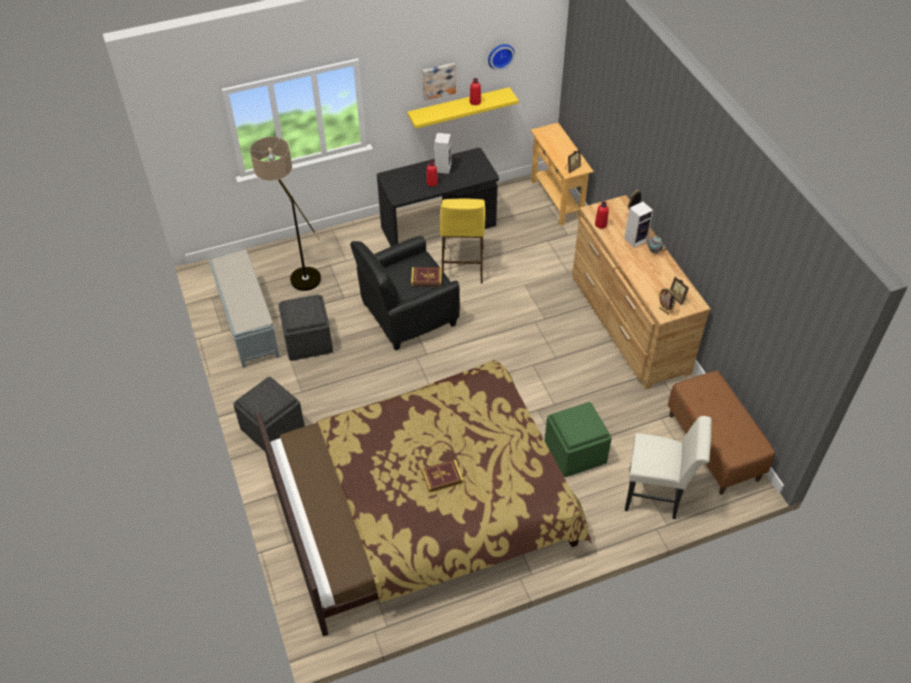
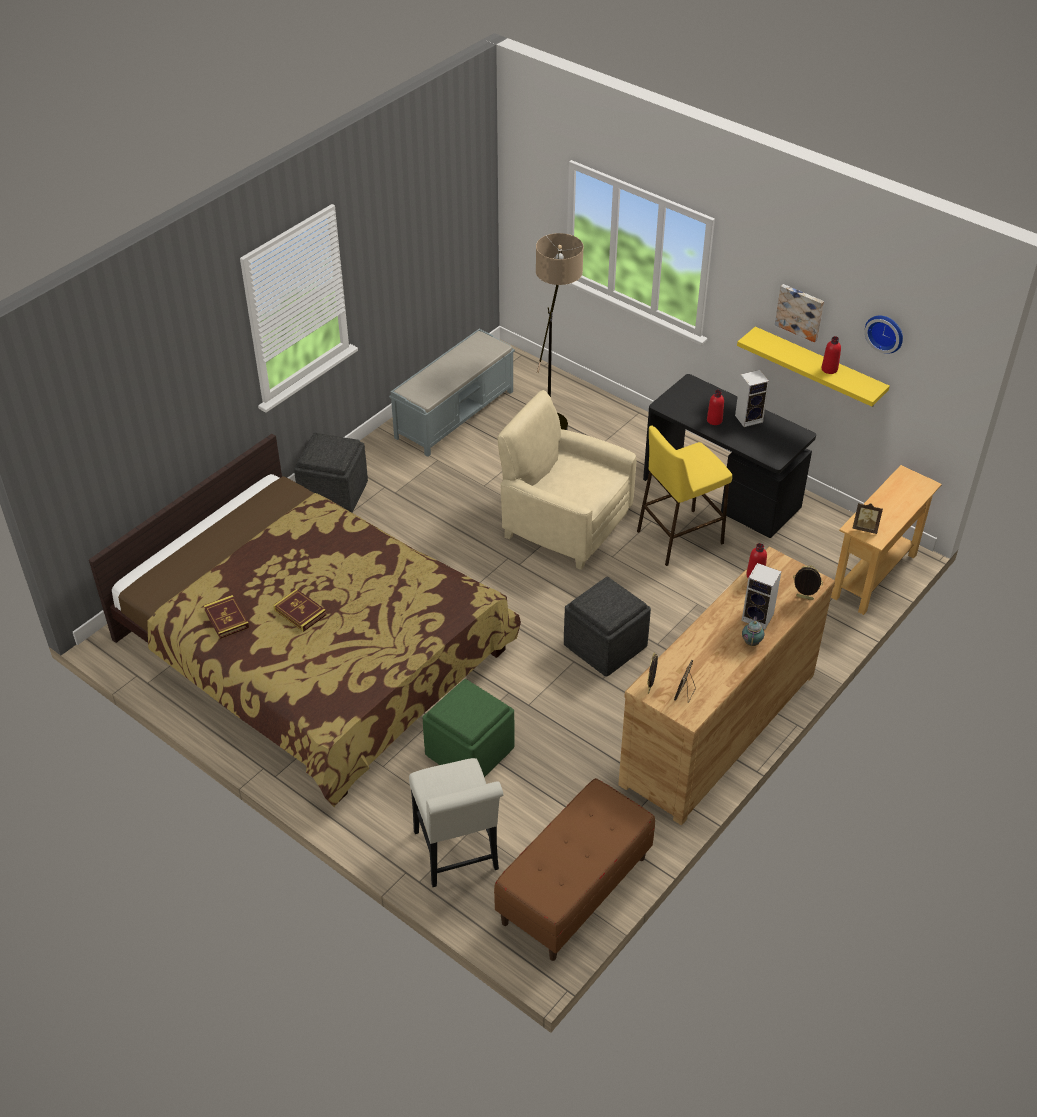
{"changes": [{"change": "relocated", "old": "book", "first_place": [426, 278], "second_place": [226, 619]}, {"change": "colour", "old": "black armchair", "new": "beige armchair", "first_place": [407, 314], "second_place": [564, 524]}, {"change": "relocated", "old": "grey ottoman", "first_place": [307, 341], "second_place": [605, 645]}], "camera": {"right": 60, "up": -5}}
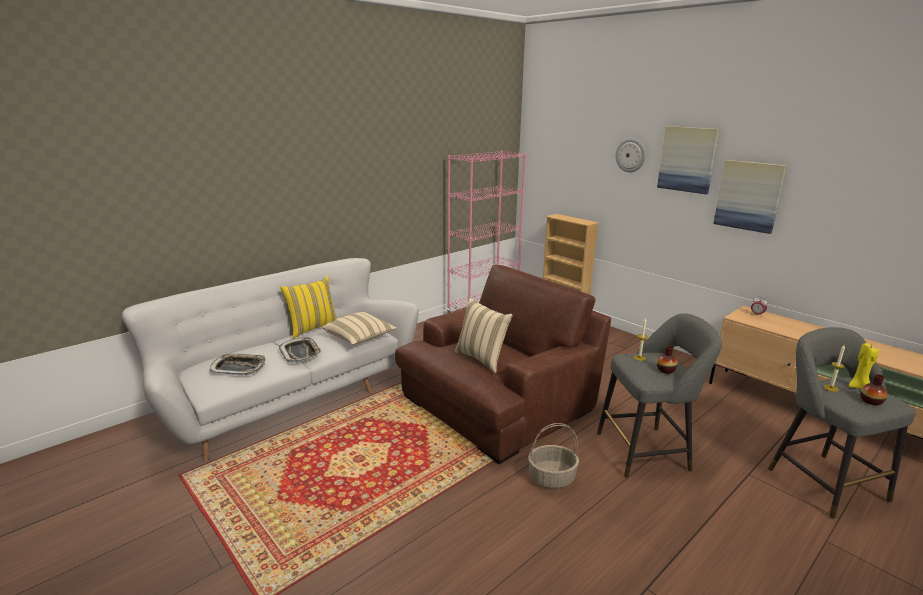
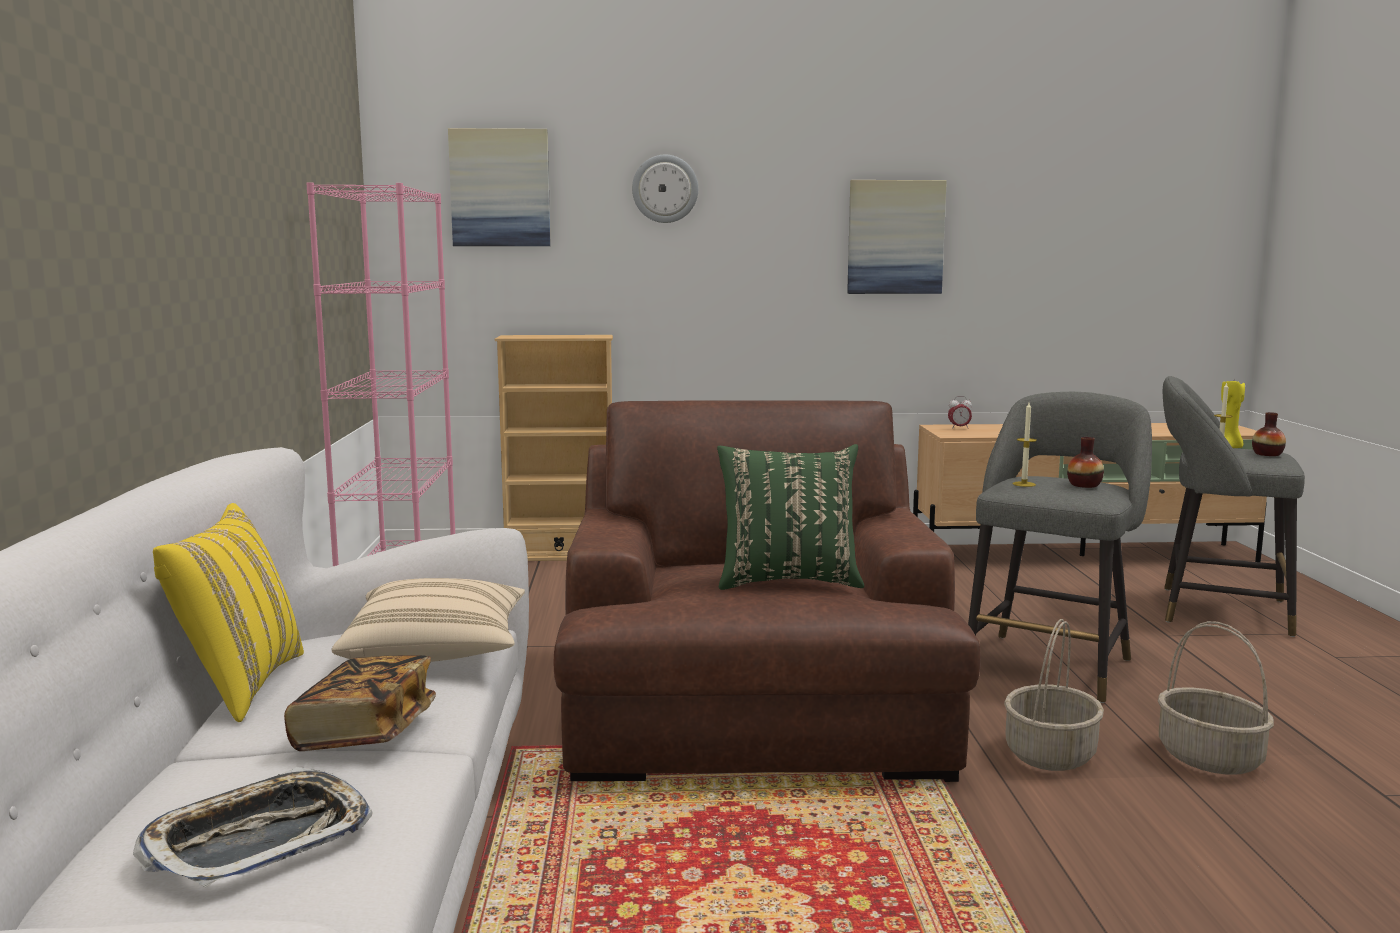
{"changes": [{"change": "exchanged", "old": "tray", "new": "book", "first_place": [300, 353], "second_place": [365, 732]}, {"change": "relocated", "old": "picture", "first_place": [687, 159], "second_place": [500, 188]}, {"change": "colour", "old": "beige pillow", "new": "green pillow", "first_place": [482, 358], "second_place": [788, 581]}, {"change": "appeared", "new": "basket", "second_place": [1211, 758]}], "camera": {"right": -50, "up": -10}}
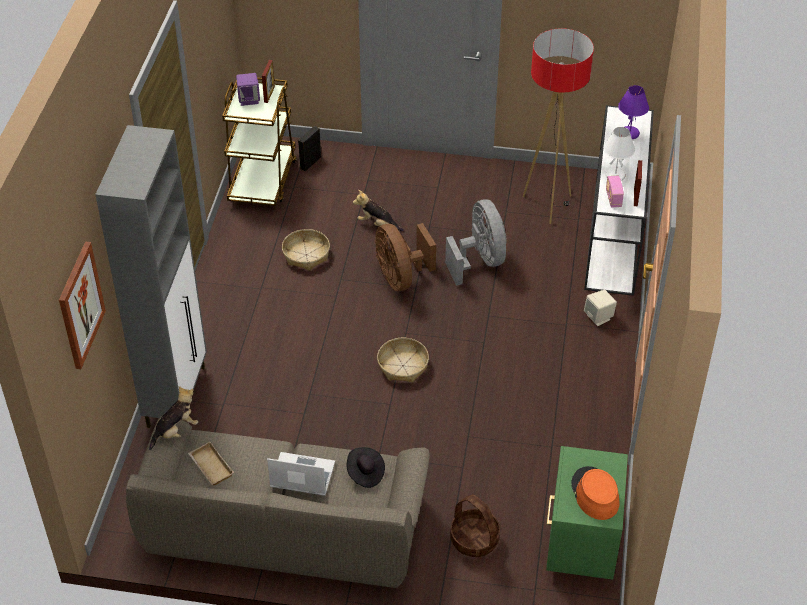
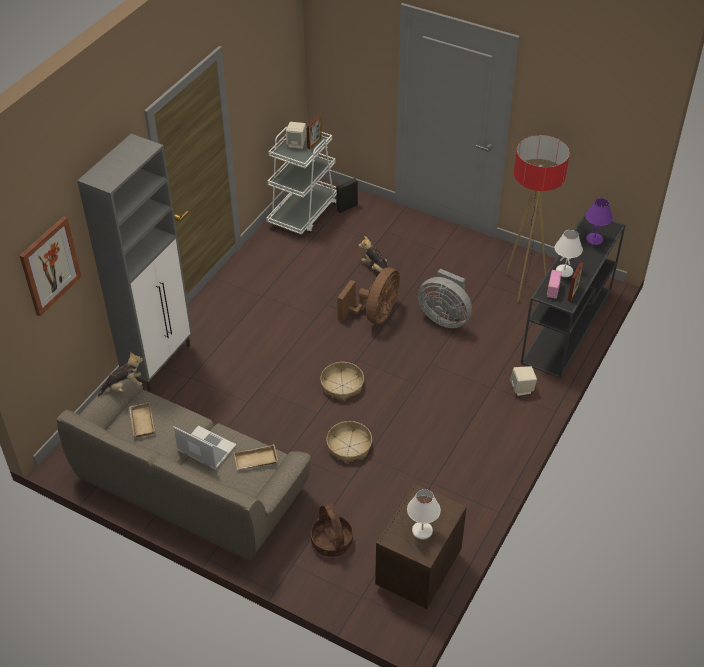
{"changes": [{"change": "exchanged", "old": "black hat", "new": "beige tray", "first_place": [365, 473], "second_place": [255, 461]}, {"change": "colour", "old": "brown cart", "new": "white cart", "first_place": [262, 180], "second_place": [303, 212]}, {"change": "colour", "old": "purple speaker", "new": "beige speaker", "first_place": [249, 99], "second_place": [296, 144]}, {"change": "relocated", "old": "basket", "first_place": [306, 255], "second_place": [349, 446]}, {"change": "spun", "old": "brown fan", "first_place": [401, 277], "second_place": [374, 315], "degrees": -150}, {"change": "colour", "old": "green nightstand", "new": "brown nightstand", "first_place": [580, 544], "second_place": [416, 571]}, {"change": "exchanged", "old": "orange hat", "new": "white table lamp", "first_place": [594, 494], "second_place": [421, 531]}, {"change": "spun", "old": "grey fan", "first_place": [479, 261], "second_place": [444, 317], "degrees": 120}, {"change": "colour", "old": "white console table", "new": "black console table", "first_place": [614, 237], "second_place": [567, 326]}], "camera": {"right": 20, "up": 0}}
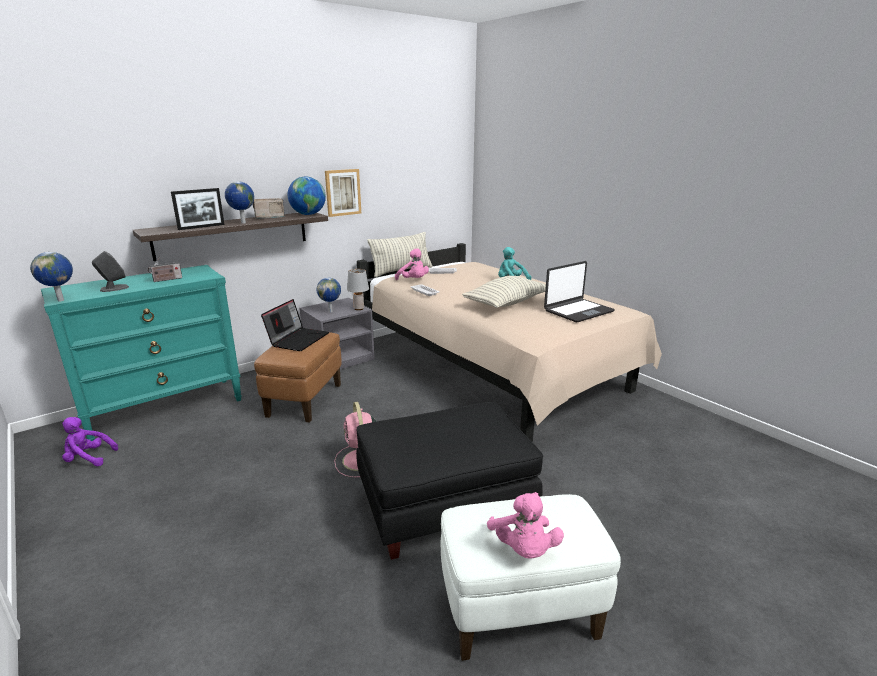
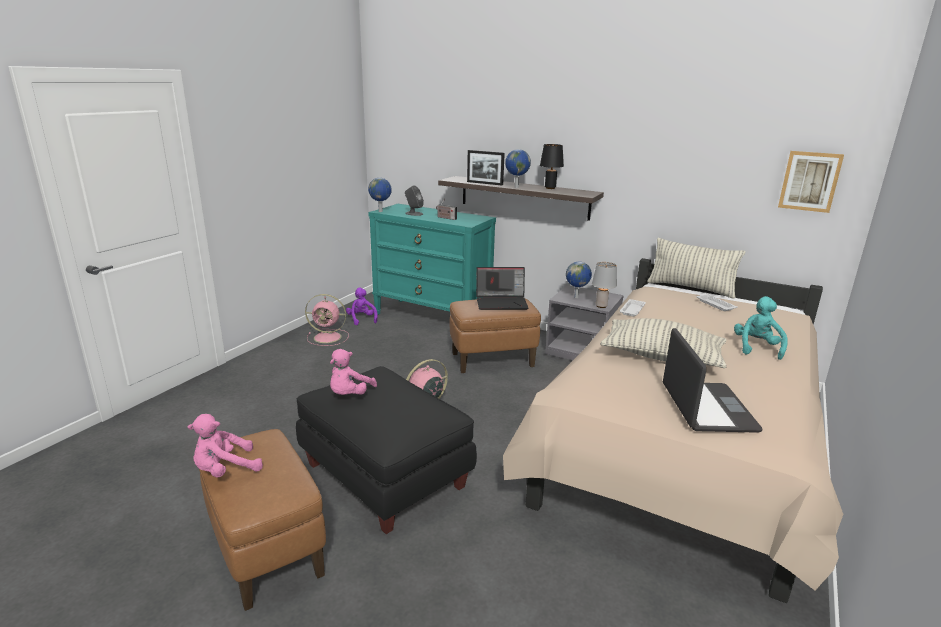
{"changes": [{"change": "colour", "old": "white ottoman", "new": "brown ottoman", "first_place": [519, 613], "second_place": [266, 550]}, {"change": "appeared", "new": "pink fan", "second_place": [329, 337]}, {"change": "relocated", "old": "pink plush toy", "first_place": [413, 281], "second_place": [349, 395]}, {"change": "exchanged", "old": "radio", "new": "black table lamp", "first_place": [269, 217], "second_place": [550, 188]}, {"change": "spun", "old": "laptop", "first_place": [578, 311], "second_place": [706, 408], "degrees": -120}, {"change": "relocated", "old": "picture", "first_place": [342, 192], "second_place": [809, 181]}, {"change": "missing", "old": "globe", "first_place": [308, 214]}], "camera": {"right": 65, "up": 0}}
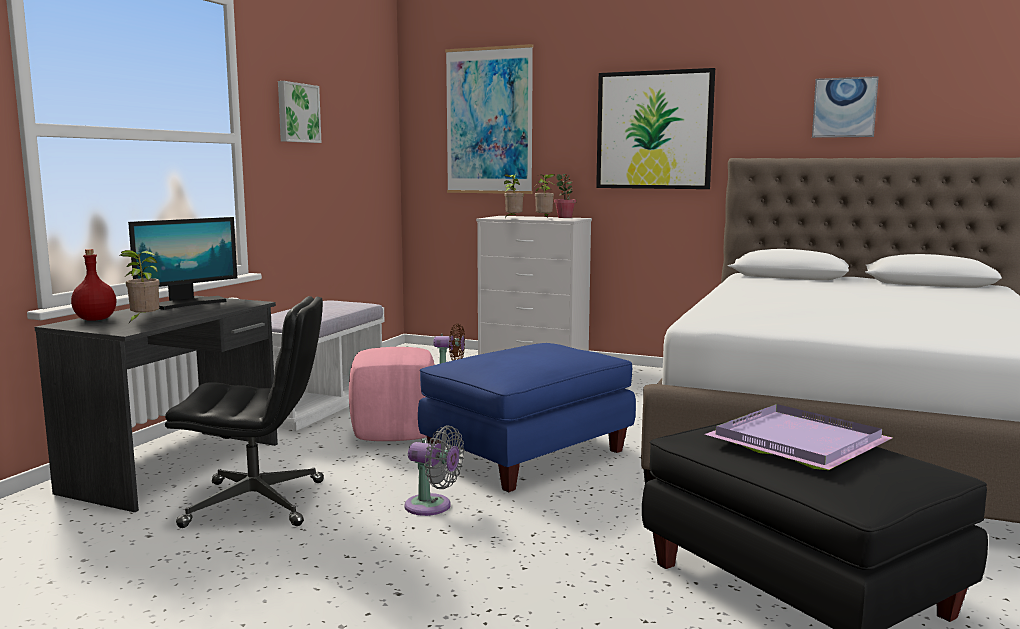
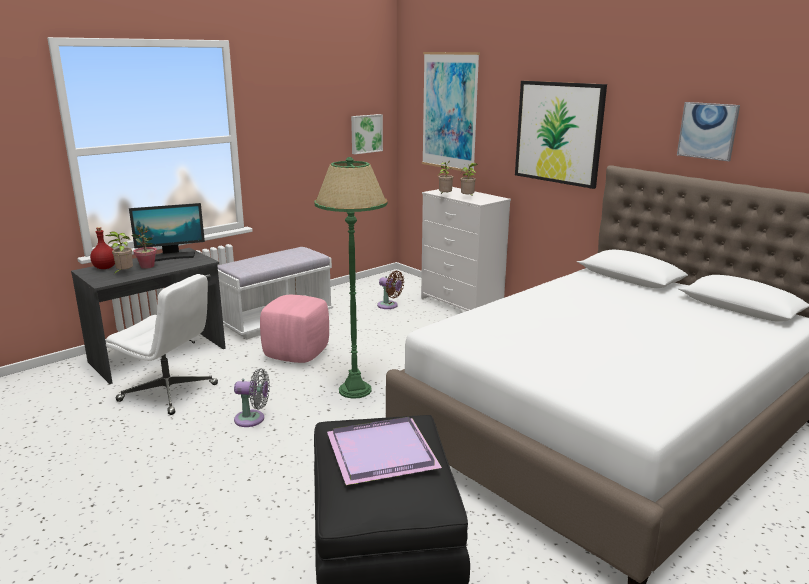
{"changes": [{"change": "colour", "old": "black office chair", "new": "white office chair", "first_place": [257, 503], "second_place": [169, 393]}, {"change": "relocated", "old": "potted plant", "first_place": [564, 217], "second_place": [147, 266]}, {"change": "spun", "old": "grey fan", "first_place": [432, 507], "second_place": [253, 419], "degrees": -45}, {"change": "exchanged", "old": "blue ottoman", "new": "green floor lamp", "first_place": [528, 455], "second_place": [355, 390]}, {"change": "relocated", "old": "picture", "first_place": [297, 113], "second_place": [366, 133]}], "camera": {"right": 25, "up": 10}}
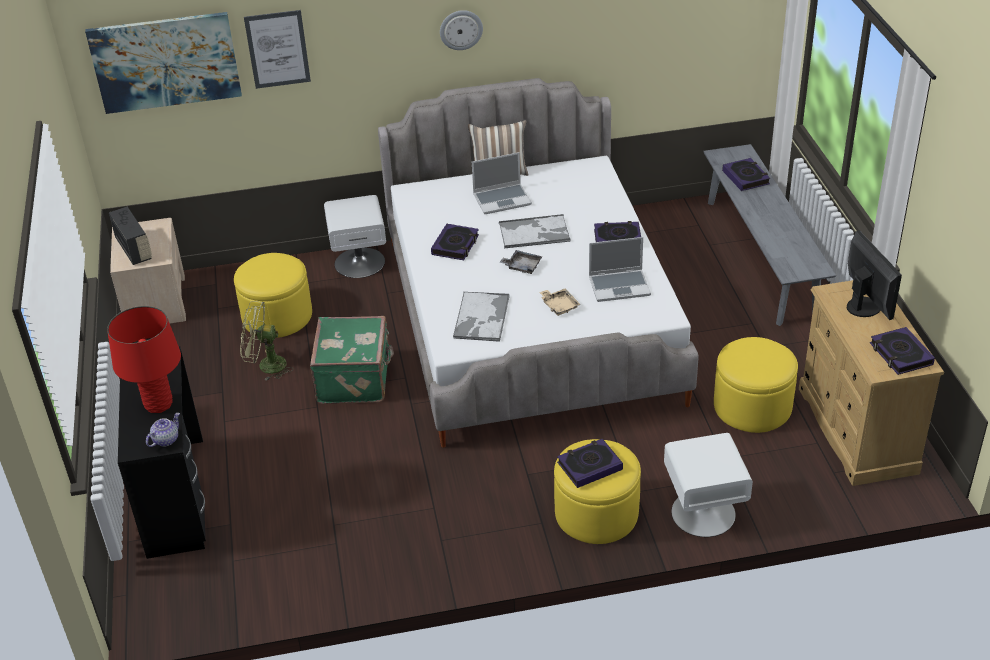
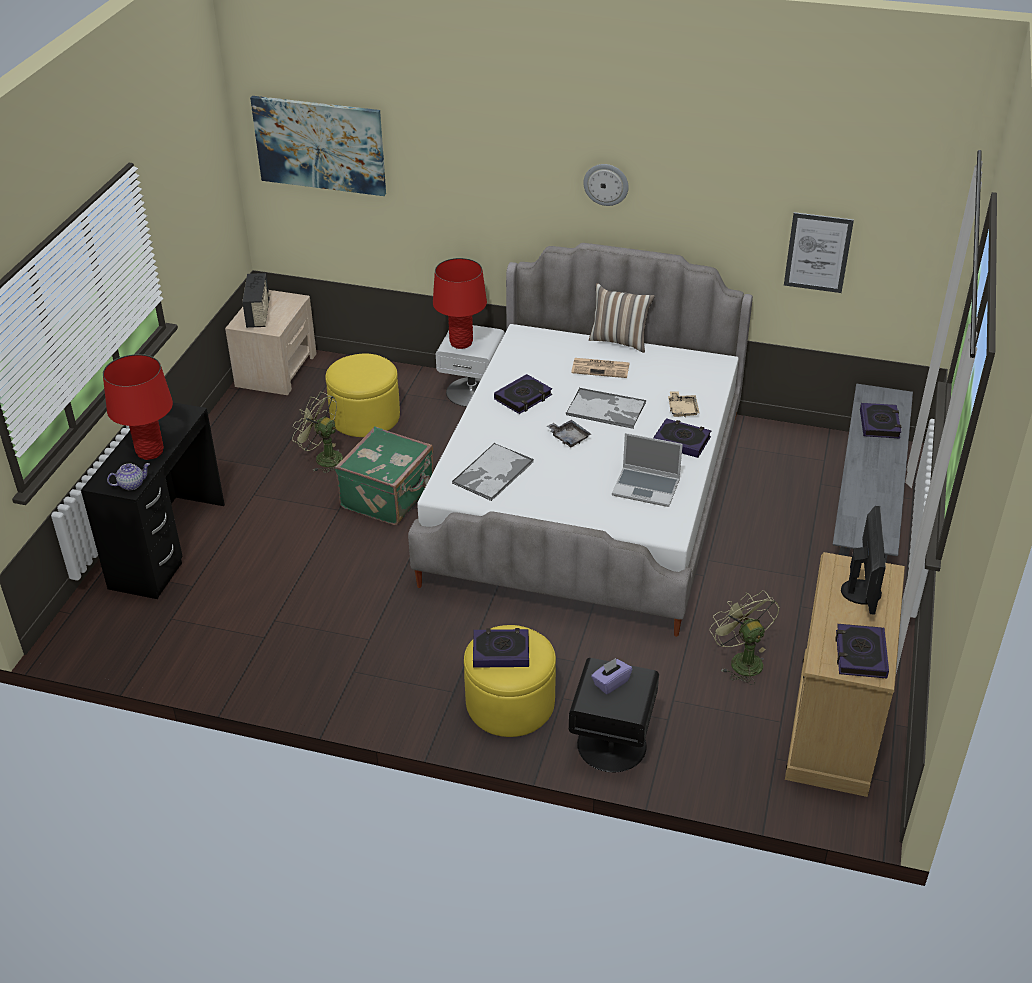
{"changes": [{"change": "appeared", "new": "red table lamp", "second_place": [461, 343]}, {"change": "colour", "old": "white nightstand", "new": "black nightstand", "first_place": [703, 514], "second_place": [611, 745]}, {"change": "exchanged", "old": "laptop", "new": "newspaper", "first_place": [502, 199], "second_place": [601, 368]}, {"change": "appeared", "new": "purple tissue box", "second_place": [610, 683]}, {"change": "relocated", "old": "beige tray", "first_place": [559, 306], "second_place": [682, 409]}, {"change": "exchanged", "old": "yellow ottoman", "new": "green fan", "first_place": [752, 406], "second_place": [741, 660]}, {"change": "relocated", "old": "picture", "first_place": [277, 49], "second_place": [818, 252]}], "camera": {"right": 25, "up": 0}}
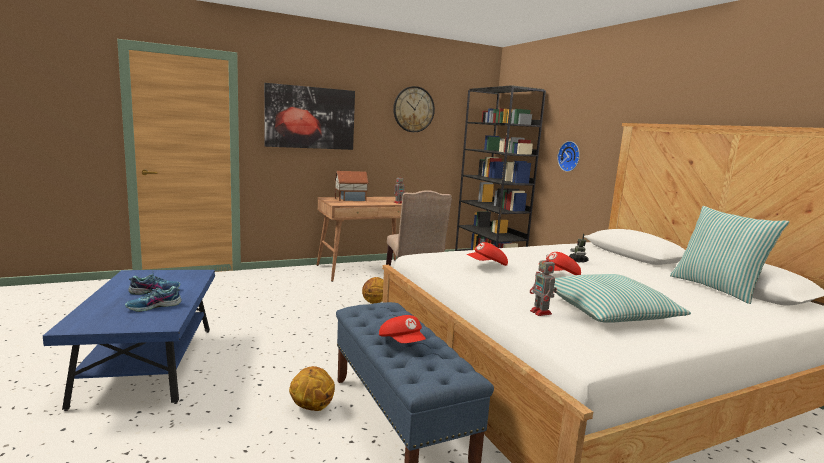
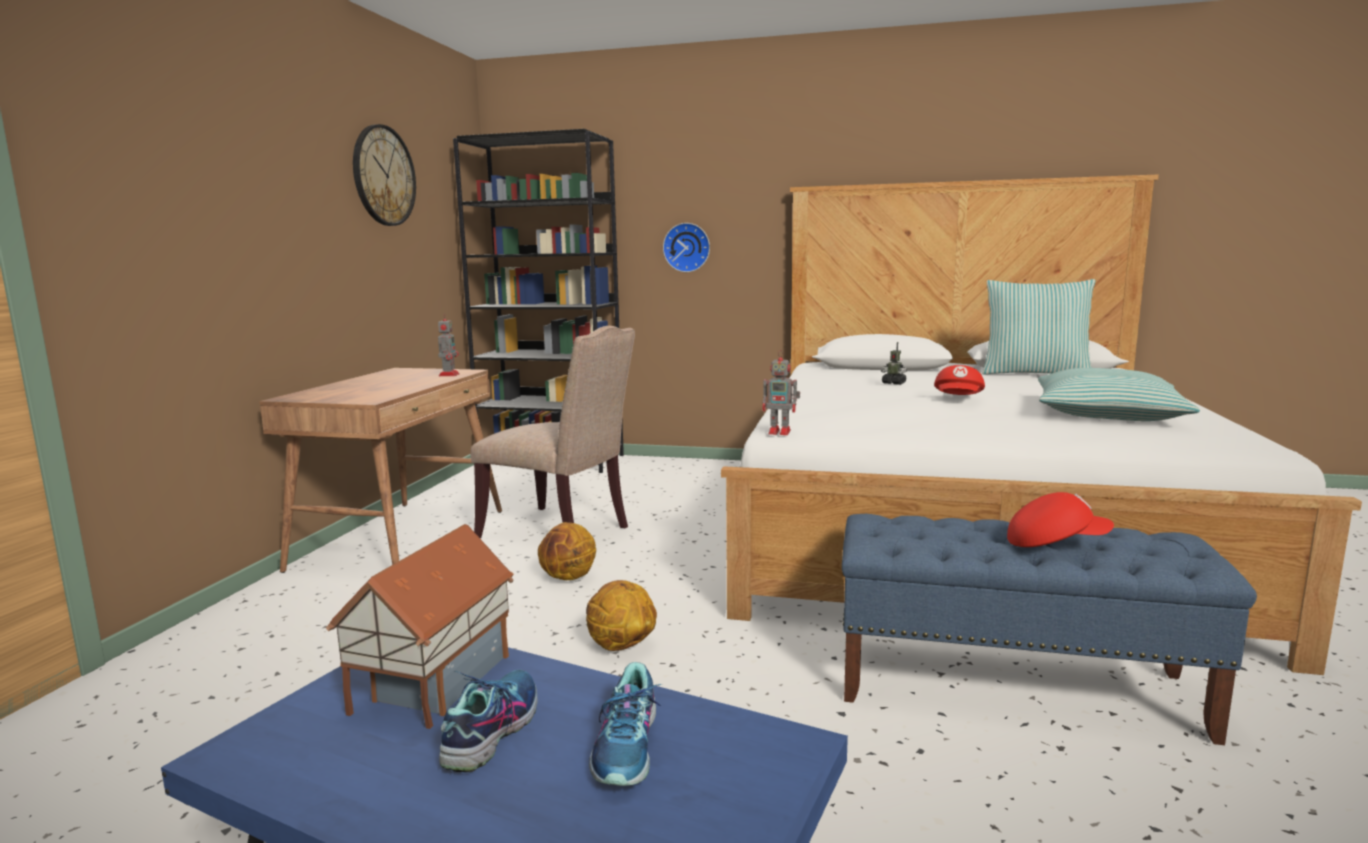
{"changes": [{"change": "relocated", "old": "toy house", "first_place": [350, 199], "second_place": [431, 683]}, {"change": "relocated", "old": "basketball", "first_place": [311, 407], "second_place": [621, 646]}, {"change": "relocated", "old": "toy robot", "first_place": [541, 313], "second_place": [781, 432]}, {"change": "missing", "old": "picture", "first_place": [310, 117]}, {"change": "missing", "old": "red cap", "first_place": [487, 265]}], "camera": {"right": -50, "up": 0}}
